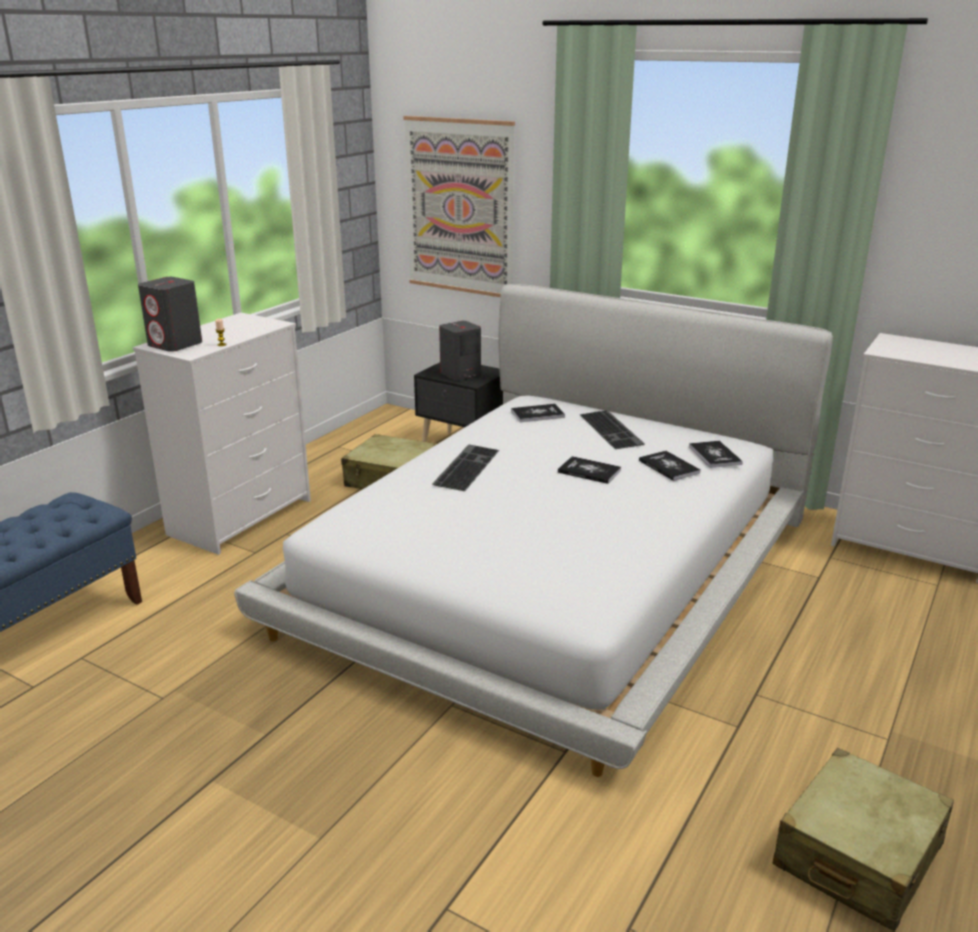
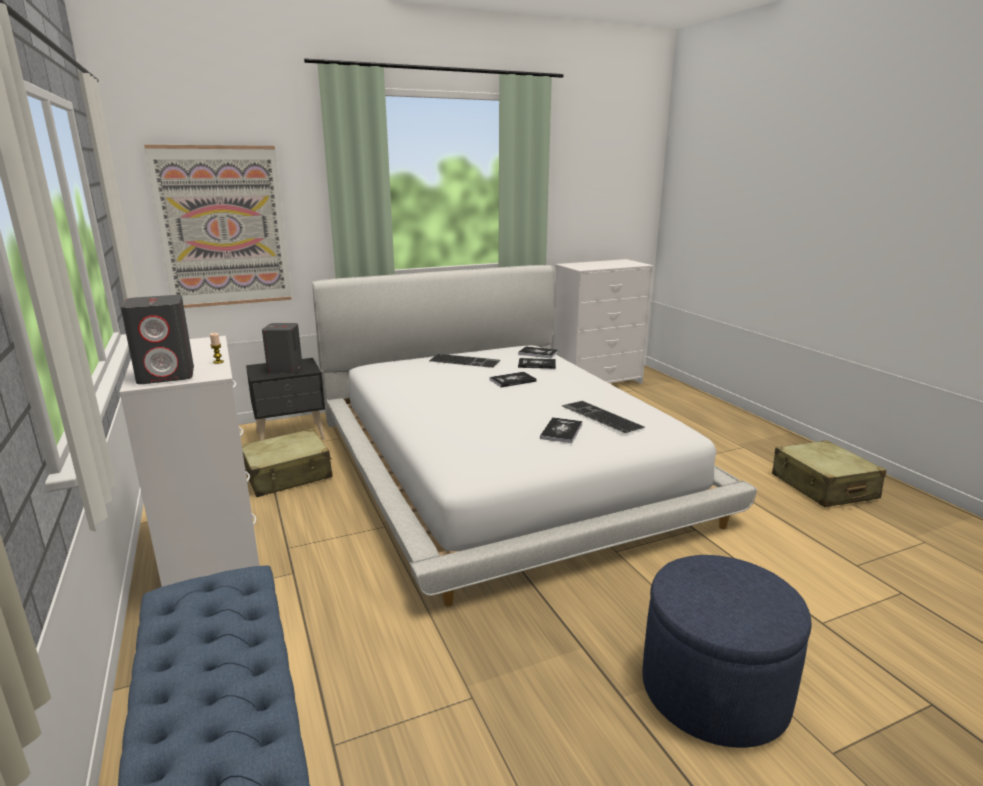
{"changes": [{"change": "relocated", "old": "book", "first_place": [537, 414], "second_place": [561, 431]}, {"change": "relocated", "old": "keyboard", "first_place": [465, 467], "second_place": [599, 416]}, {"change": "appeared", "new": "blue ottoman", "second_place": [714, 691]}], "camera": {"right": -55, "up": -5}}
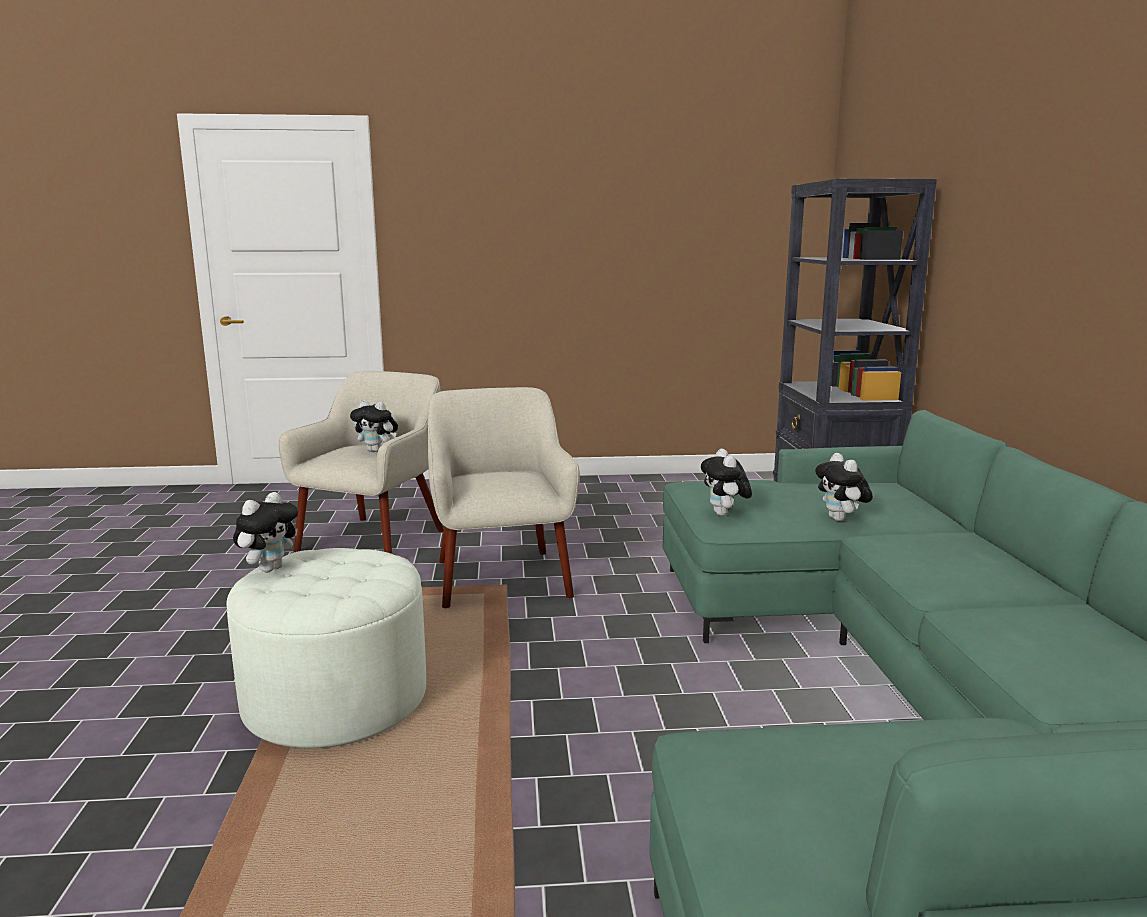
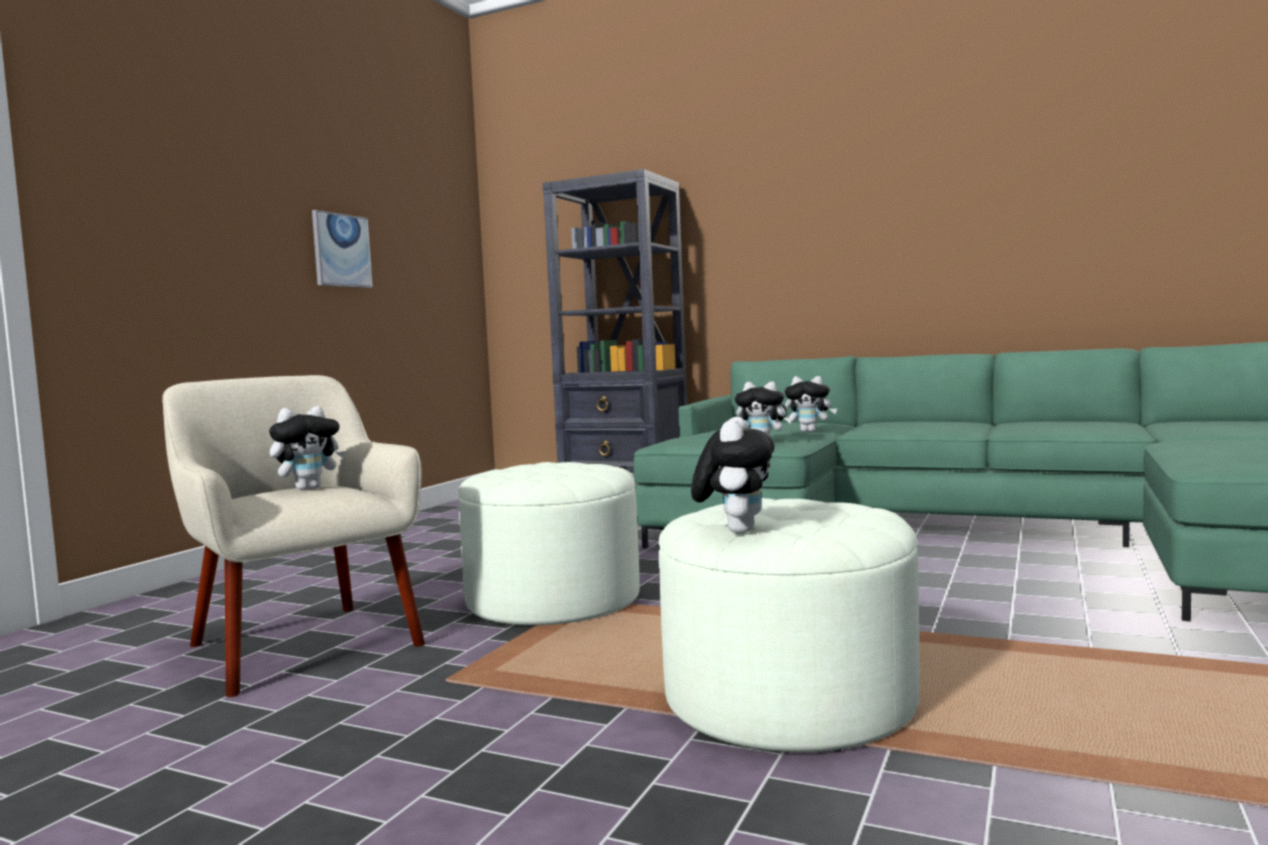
{"changes": [{"change": "appeared", "new": "picture", "second_place": [341, 250]}, {"change": "exchanged", "old": "beige armchair", "new": "white ottoman", "first_place": [500, 577], "second_place": [553, 600]}, {"change": "spun", "old": "plush toy", "first_place": [270, 568], "second_place": [735, 531], "degrees": 45}], "camera": {"right": -60, "up": -10}}
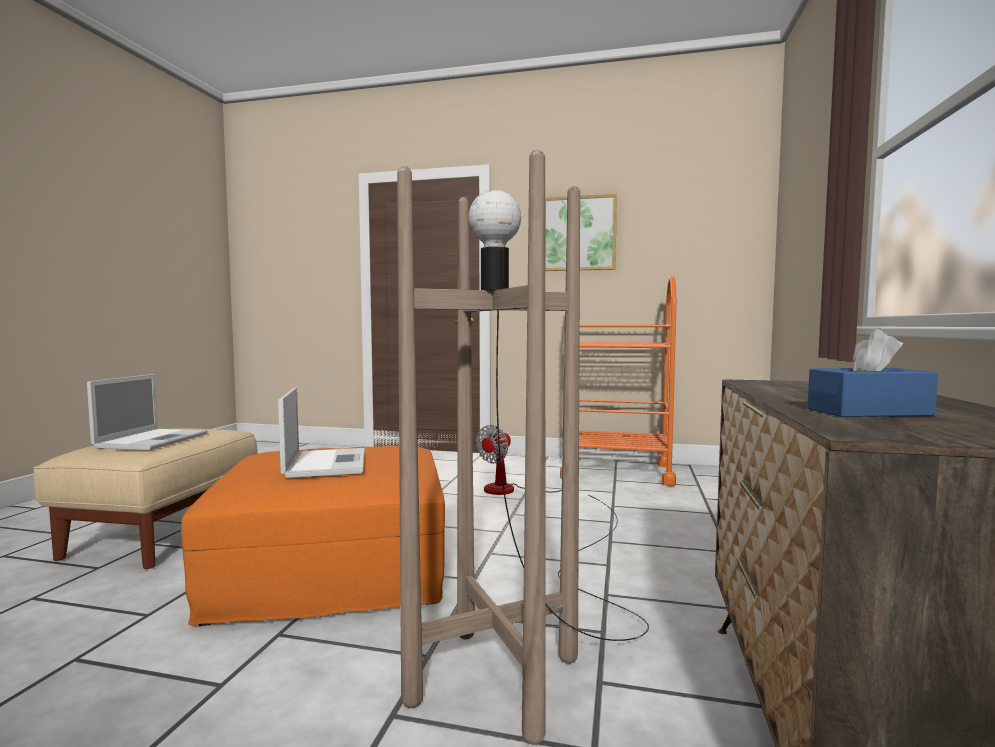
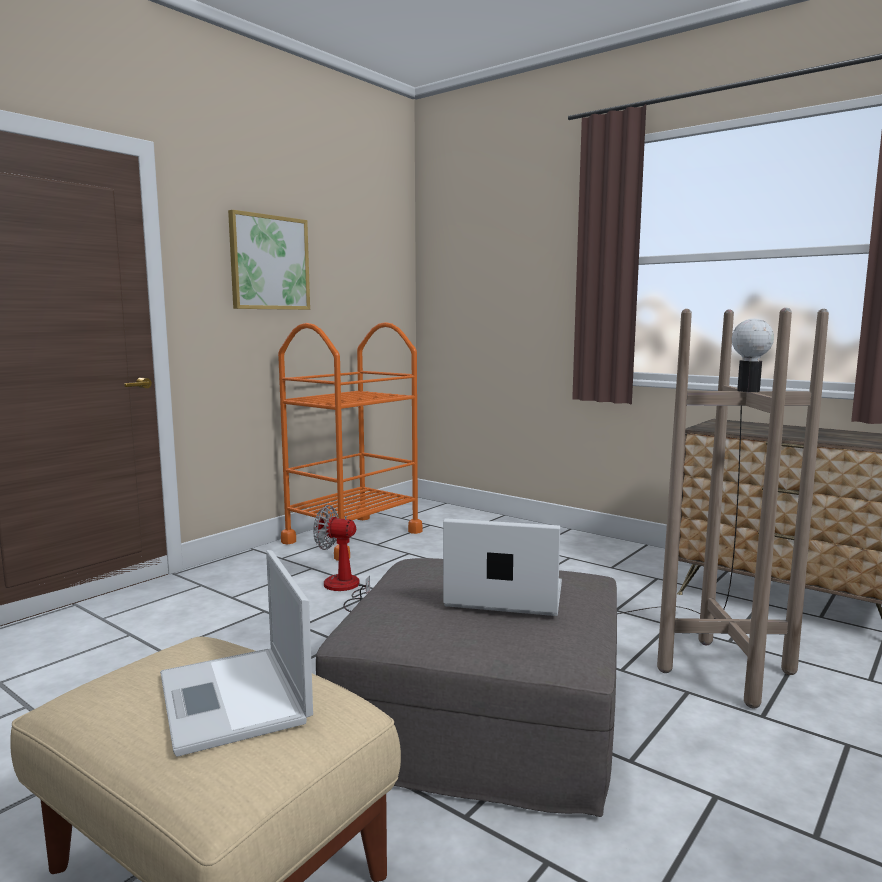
{"changes": [{"change": "spun", "old": "laptop", "first_place": [153, 440], "second_place": [234, 700], "degrees": -150}, {"change": "spun", "old": "fan", "first_place": [511, 490], "second_place": [345, 589], "degrees": 135}, {"change": "colour", "old": "orange ottoman", "new": "grey ottoman", "first_place": [332, 566], "second_place": [482, 718]}, {"change": "missing", "old": "blue tissue box", "first_place": [868, 412]}], "camera": {"right": -65, "up": 5}}
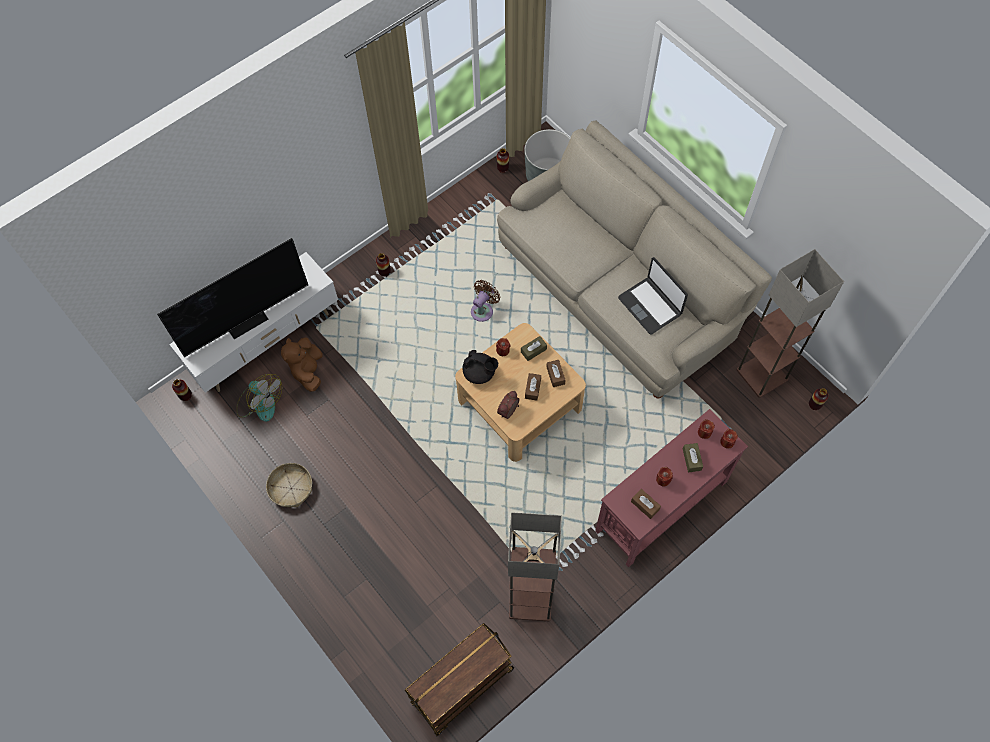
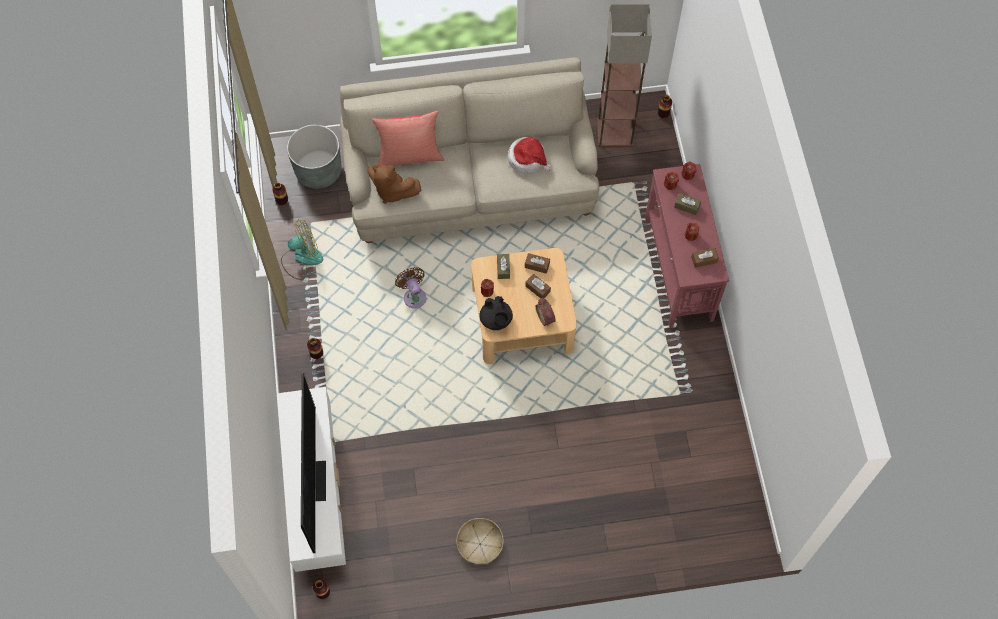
{"changes": [{"change": "relocated", "old": "fan", "first_place": [260, 402], "second_place": [302, 258]}, {"change": "relocated", "old": "brown plush toy", "first_place": [308, 371], "second_place": [392, 191]}, {"change": "appeared", "new": "red pillow", "second_place": [409, 156]}, {"change": "spun", "old": "black teapot", "first_place": [480, 373], "second_place": [496, 320], "degrees": 105}, {"change": "exchanged", "old": "laptop", "new": "hat", "first_place": [650, 306], "second_place": [527, 159]}, {"change": "missing", "old": "brown cart", "first_place": [462, 687]}, {"change": "missing", "old": "floor lamp", "first_place": [530, 600]}], "camera": {"right": -60, "up": 0}}
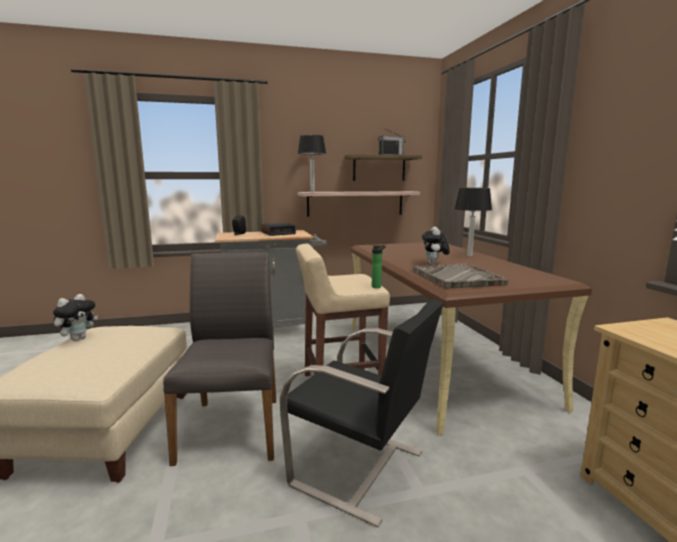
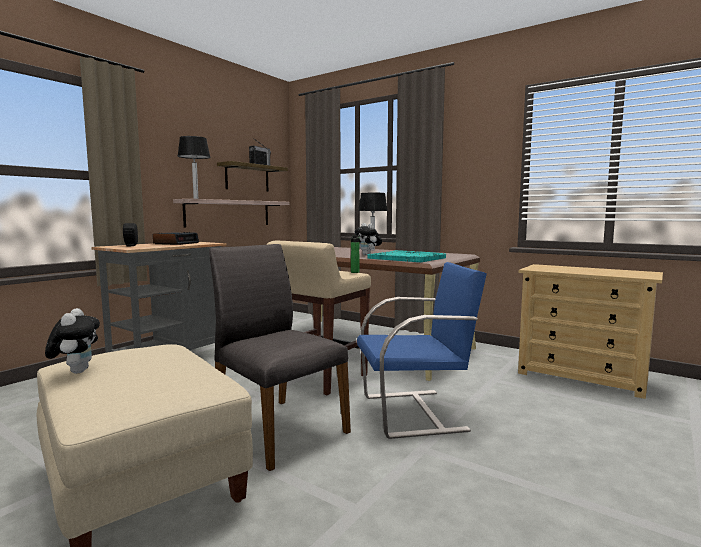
{"changes": [{"change": "colour", "old": "black chair", "new": "blue chair", "first_place": [360, 469], "second_place": [415, 413]}, {"change": "colour", "old": "grey tray", "new": "turquoise tray", "first_place": [457, 277], "second_place": [407, 258]}], "camera": {"right": -40, "up": -5}}
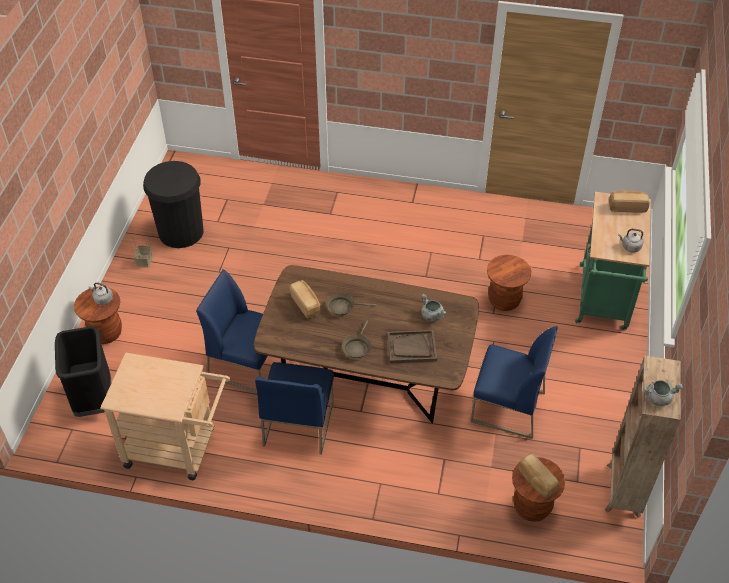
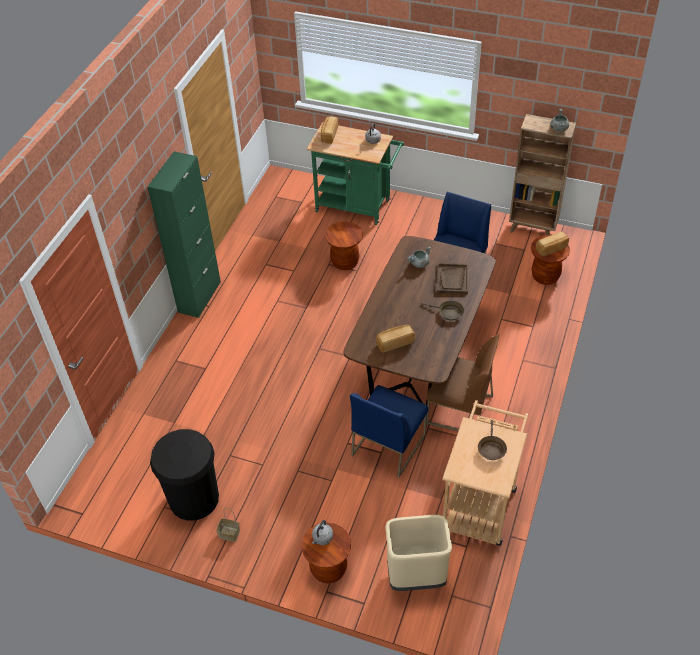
{"changes": [{"change": "appeared", "new": "green cabinet", "second_place": [199, 297]}, {"change": "colour", "old": "black trash can", "new": "beige trash can", "first_place": [93, 399], "second_place": [416, 577]}, {"change": "colour", "old": "blue chair", "new": "brown chair", "first_place": [298, 423], "second_place": [459, 410]}, {"change": "relocated", "old": "brown frying pan", "first_place": [343, 307], "second_place": [491, 448]}], "camera": {"right": -80, "up": 0}}
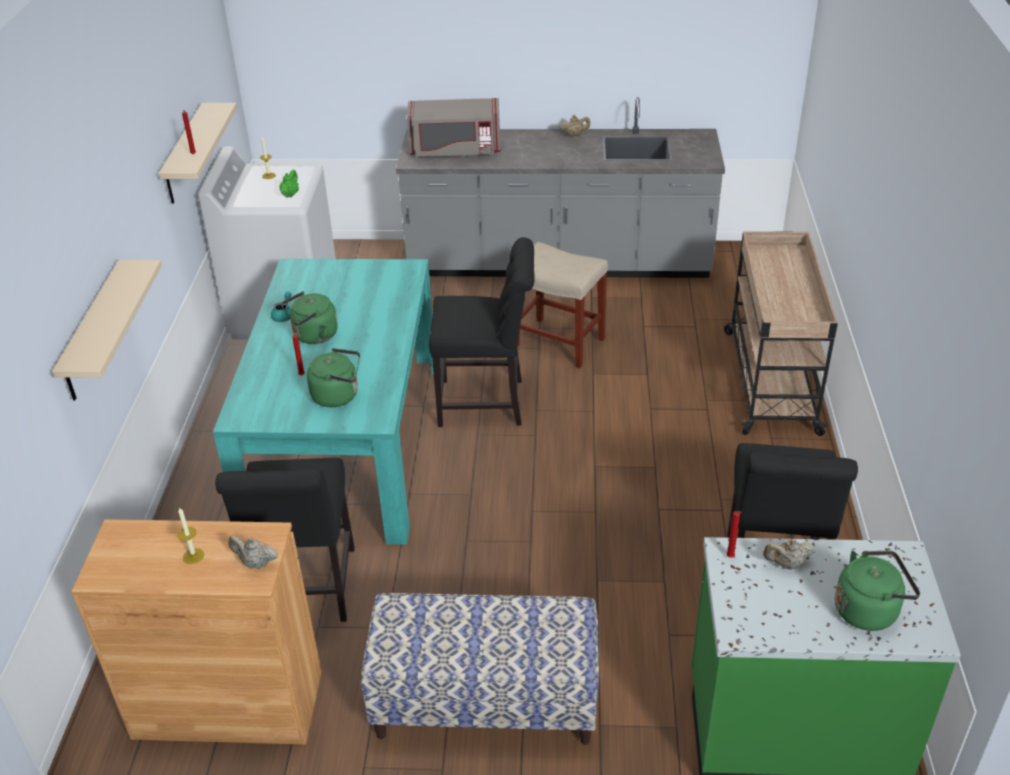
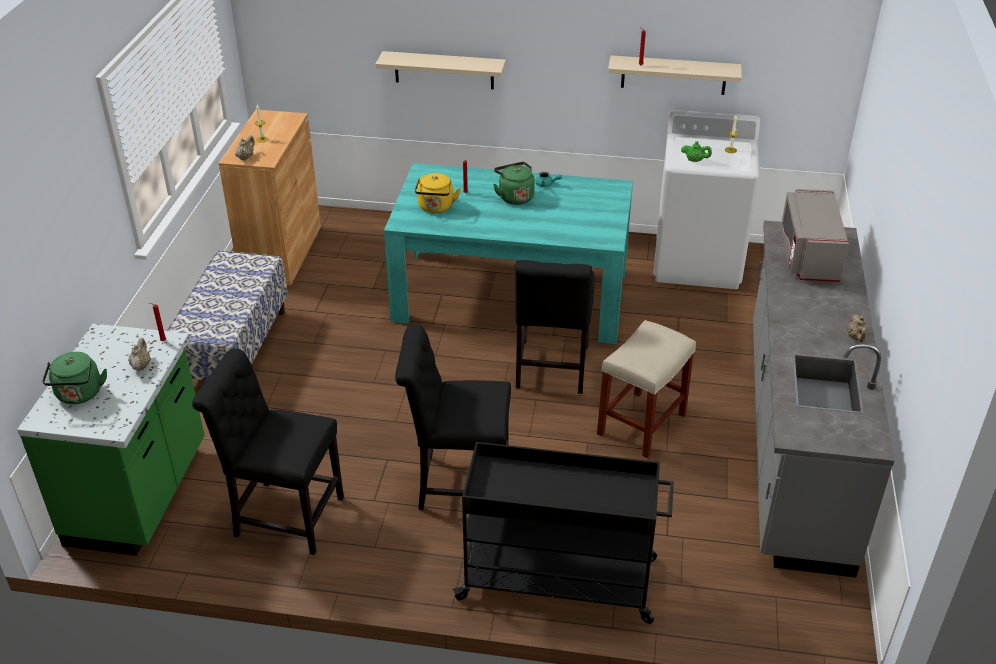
{"changes": [{"change": "relocated", "old": "black chair", "first_place": [305, 591], "second_place": [458, 484]}, {"change": "colour", "old": "green kettle", "new": "yellow kettle", "first_place": [338, 395], "second_place": [436, 208]}, {"change": "colour", "old": "beige cart", "new": "black cart", "first_place": [770, 380], "second_place": [560, 579]}], "camera": {"right": 95, "up": 0}}
